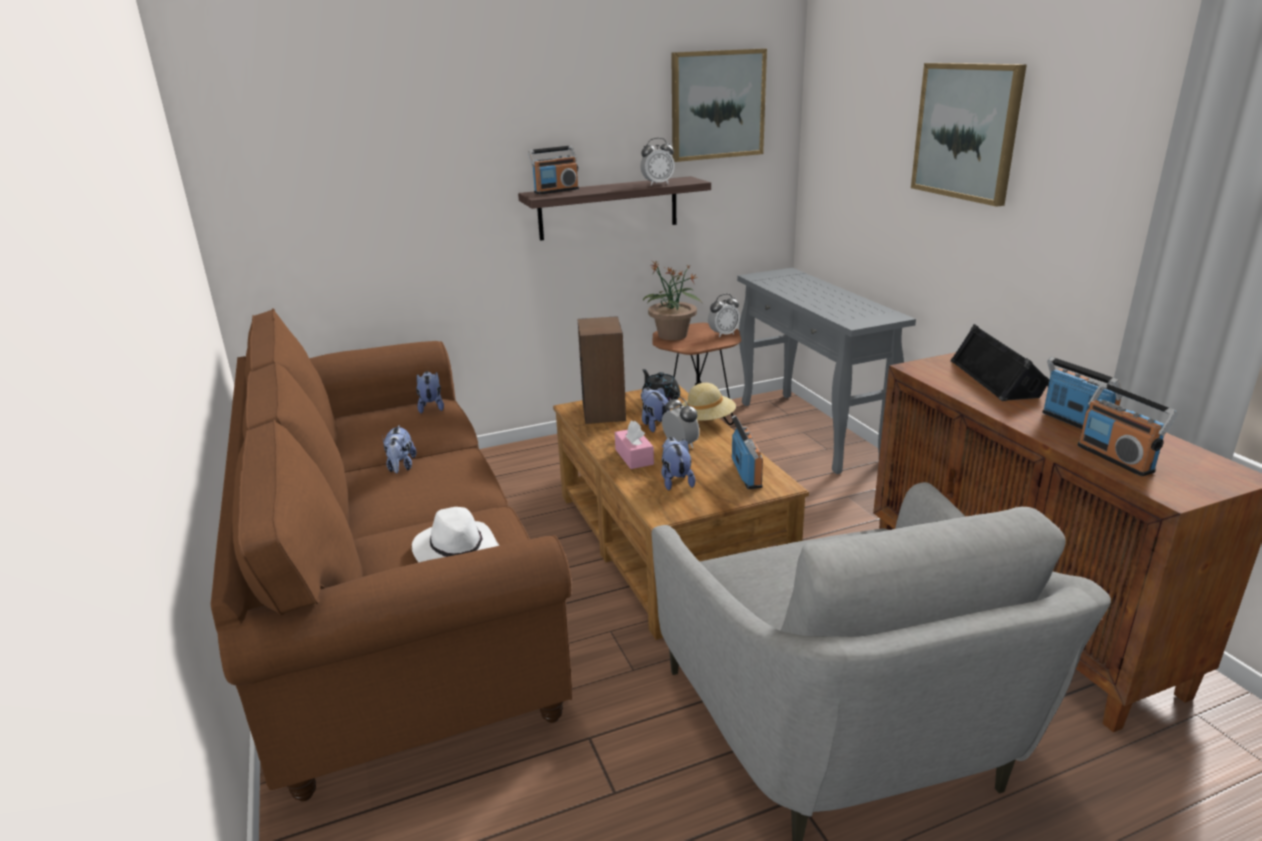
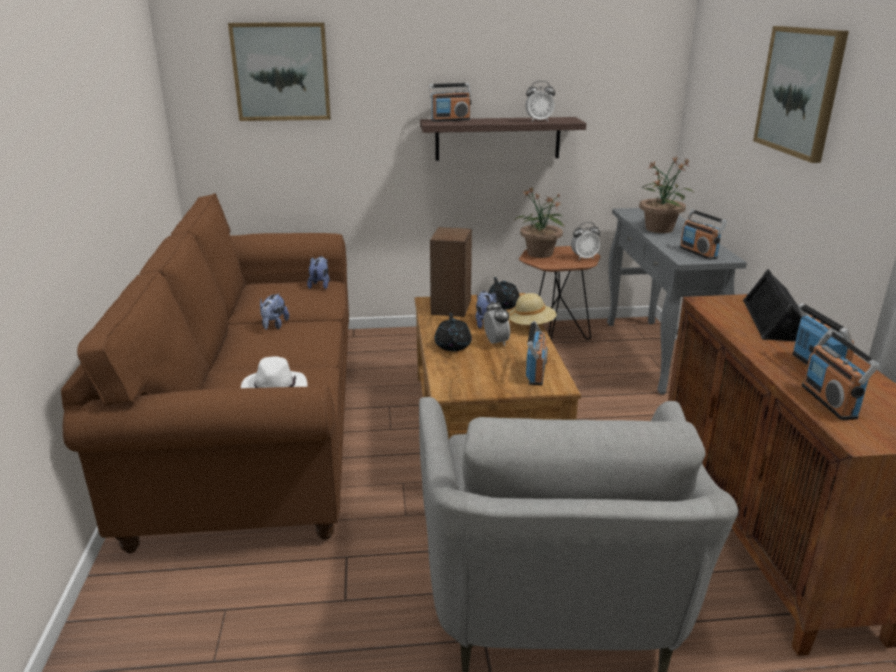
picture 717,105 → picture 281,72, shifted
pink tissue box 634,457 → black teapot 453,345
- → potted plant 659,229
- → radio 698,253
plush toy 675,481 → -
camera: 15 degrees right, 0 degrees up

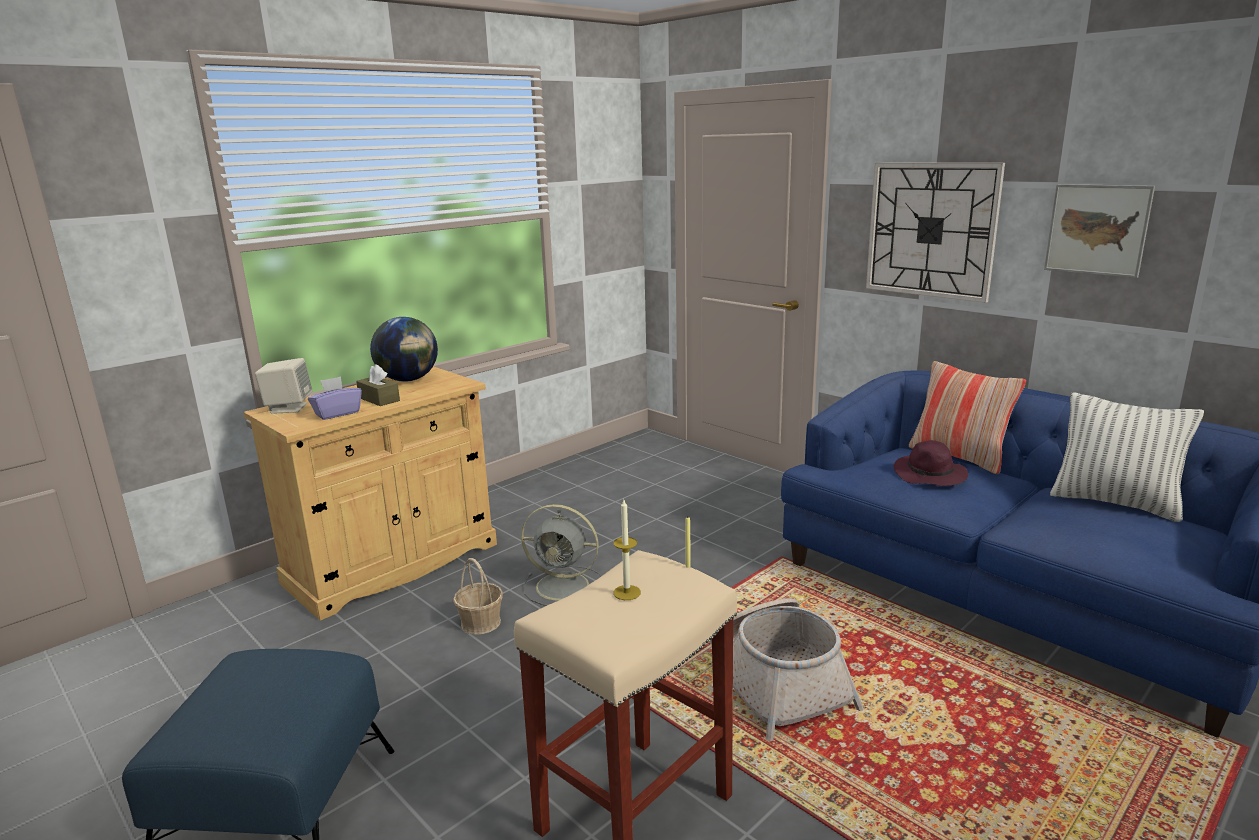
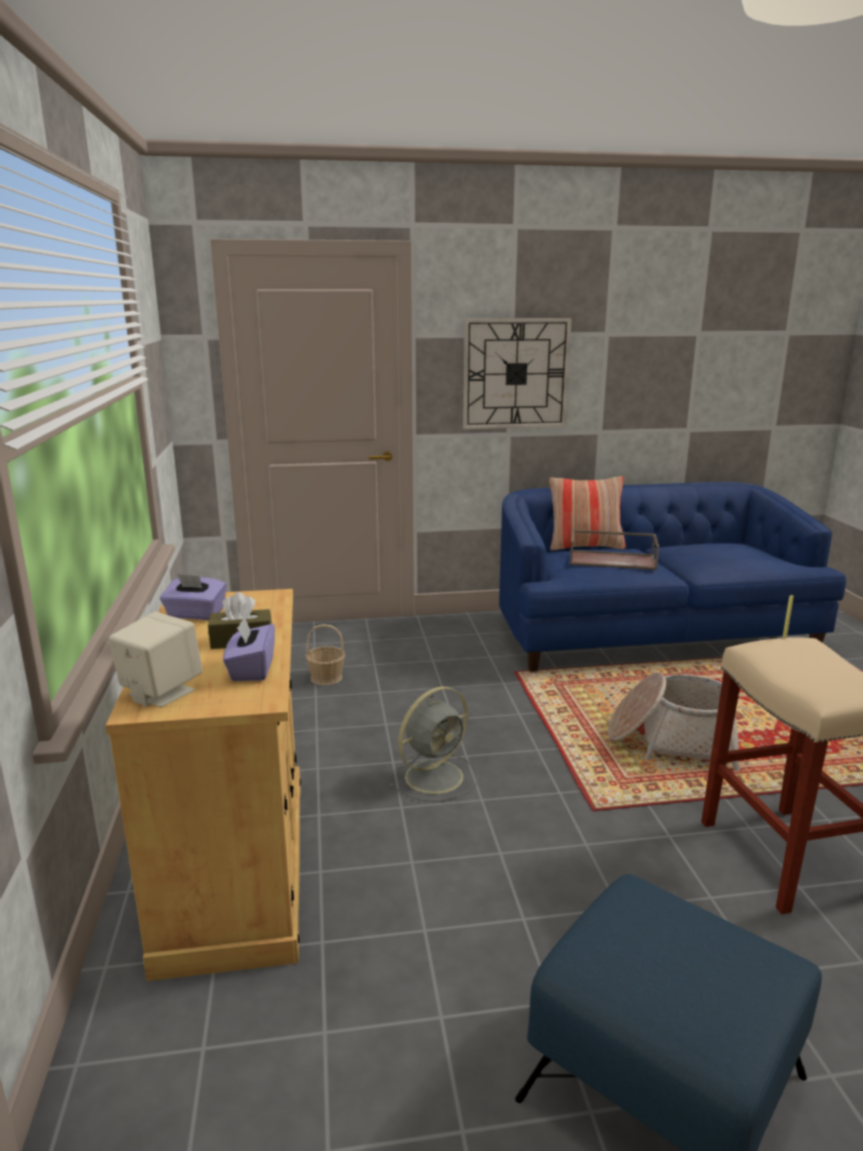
globe 408,380 → purple tissue box 195,614
basket 481,622 → basket 326,677, shifted
purple hat 930,475 → brown tray 613,560
candle 627,592 → -
picture 1097,229 → -
pillow 1114,503 → -
camera: 55 degrees left, 0 degrees up

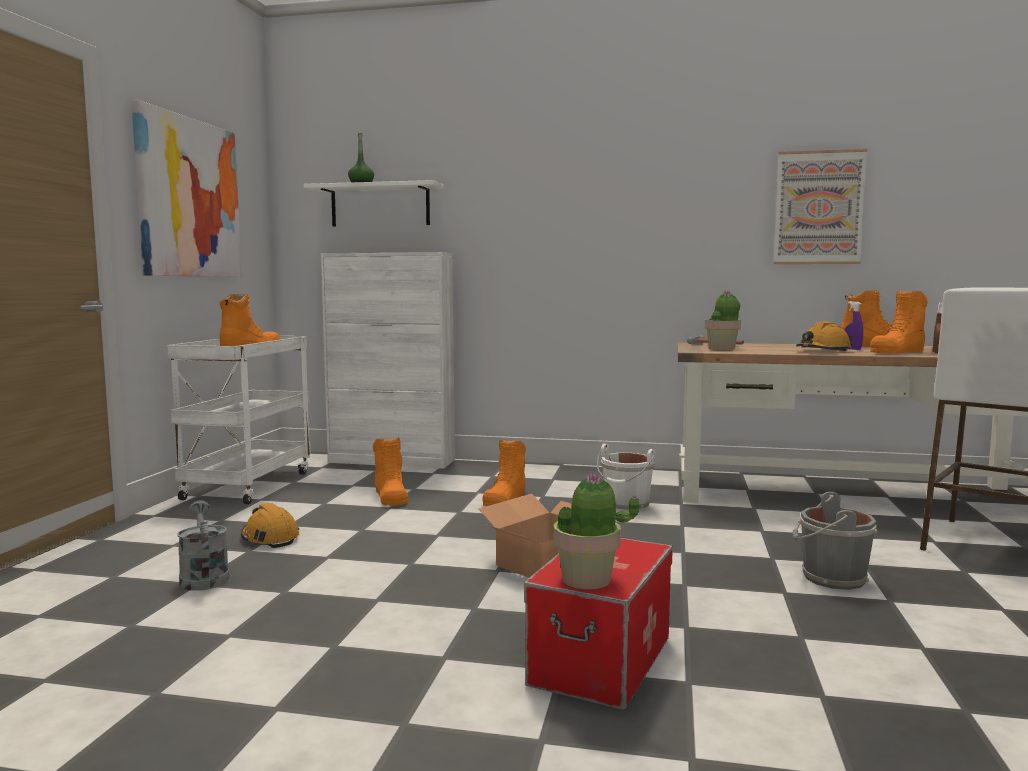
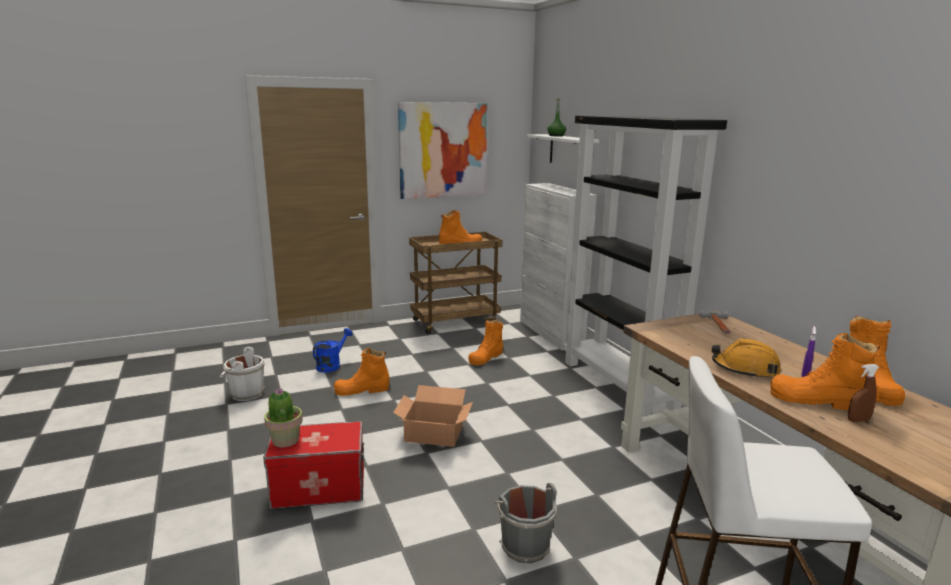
white bucket 626,506 → white bucket 245,394, shifted
grey watering can 203,577 → blue watering can 331,365
orange boot 505,499 → orange boot 362,390, shifted
white cart 248,484 → brown cart 455,321
- → black bookcase 620,385
orange hard hat 270,538 → -
potted plant 722,349 → -
picture 818,208 → -
camera: 55 degrees right, 10 degrees up

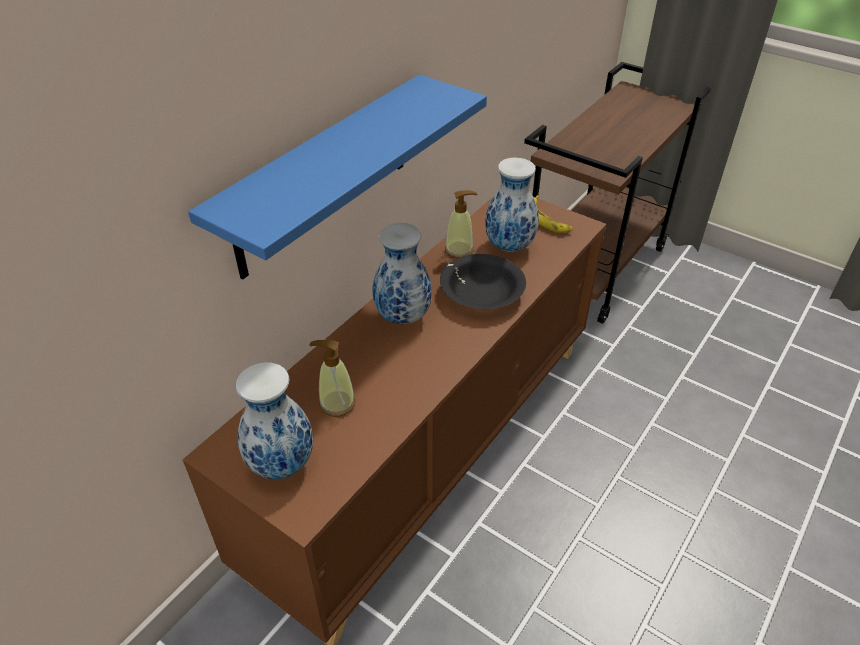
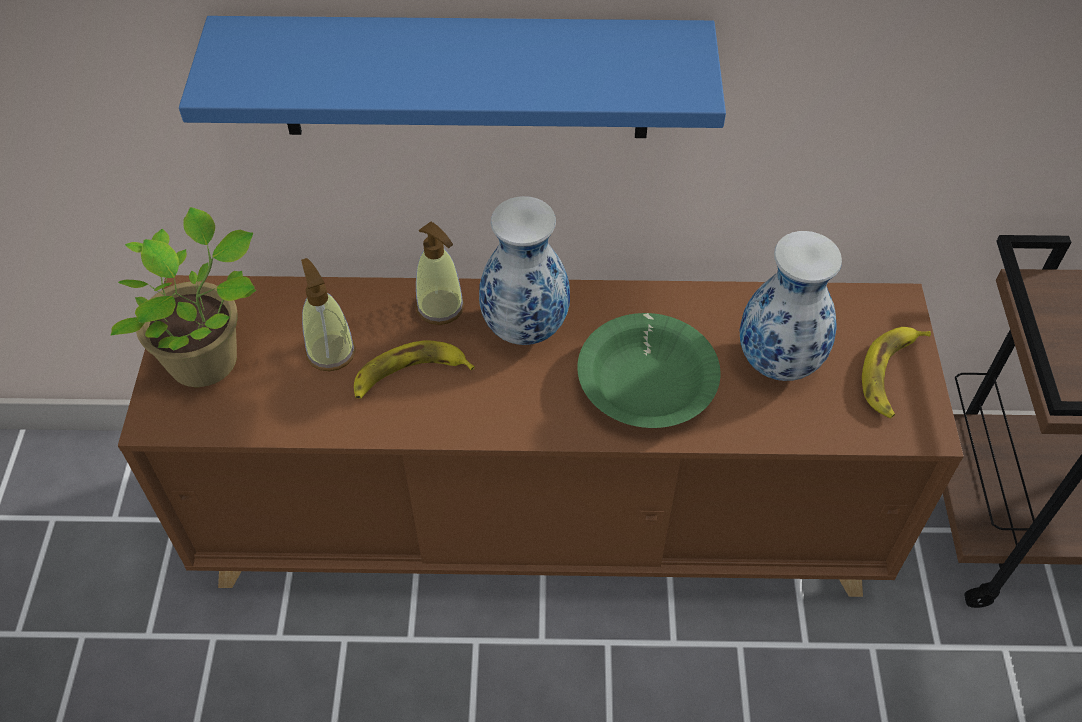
vase 281,465 → potted plant 209,359
- → banana 409,375
soap dispenser 459,250 → soap dispenser 440,307, shifted
black bowl 482,292 → green bowl 647,384
camera: 55 degrees right, 10 degrees up

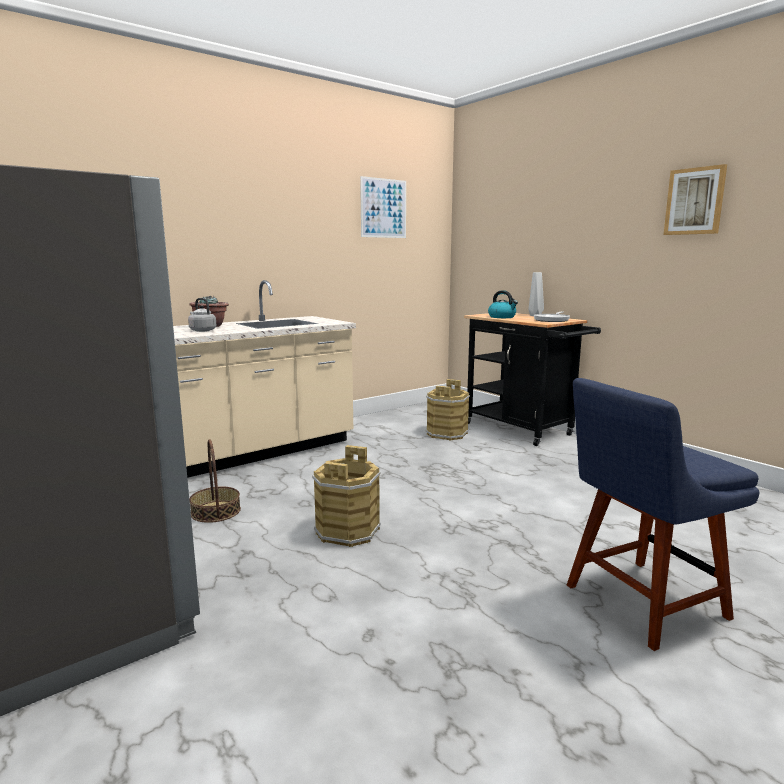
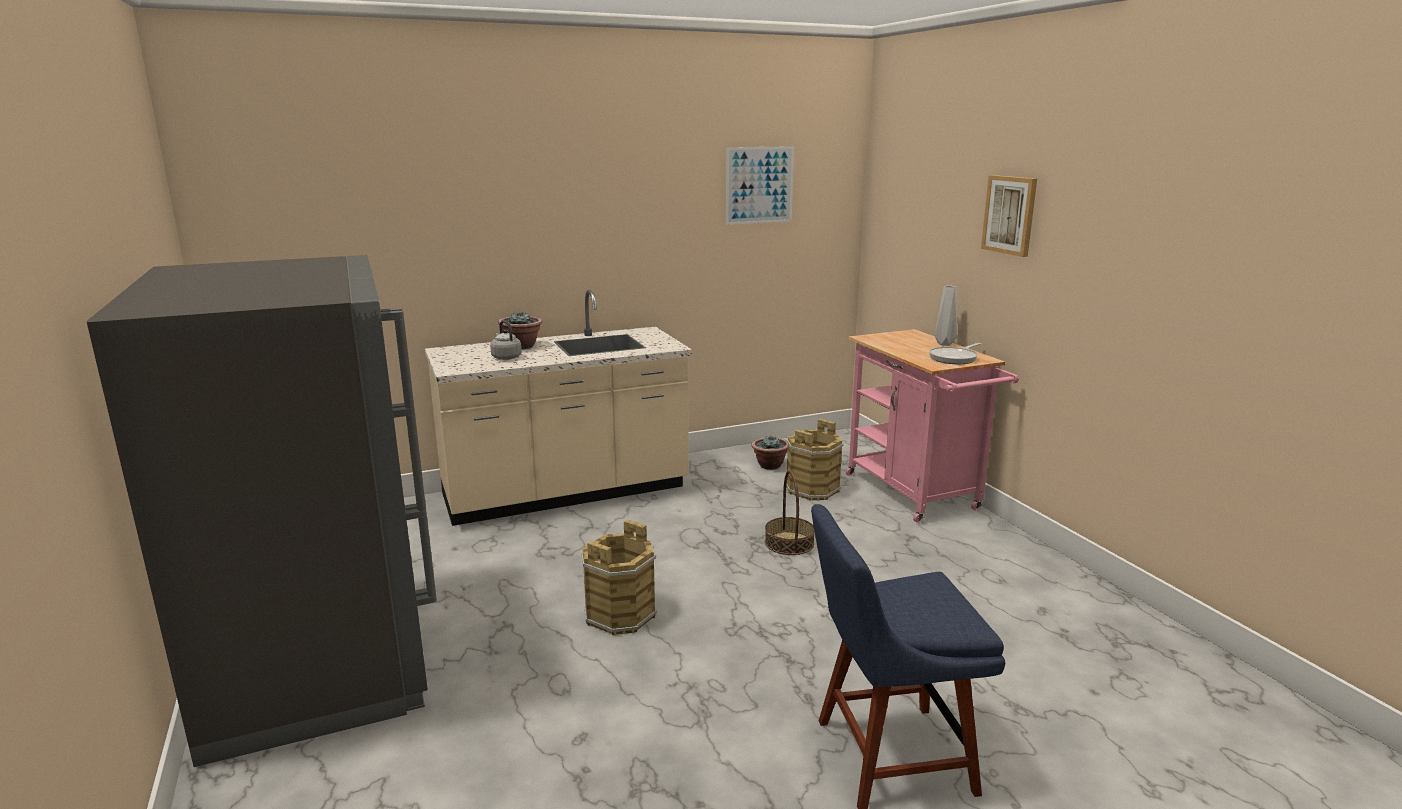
- → potted plant 769,465
basket 215,511 → basket 789,543, shifted
black cart 523,430 → pink cart 917,495
picture 695,201 → picture 1010,215, shifted
kettle 502,317 → -
camera: 15 degrees right, 5 degrees up

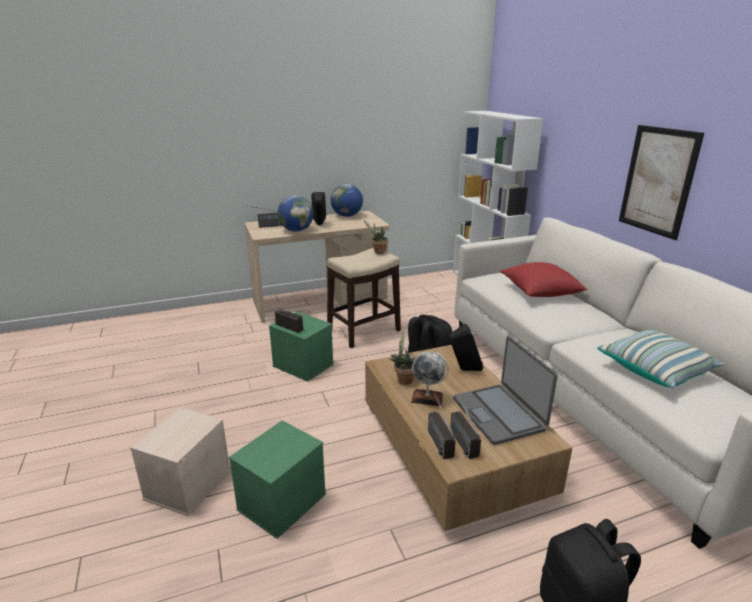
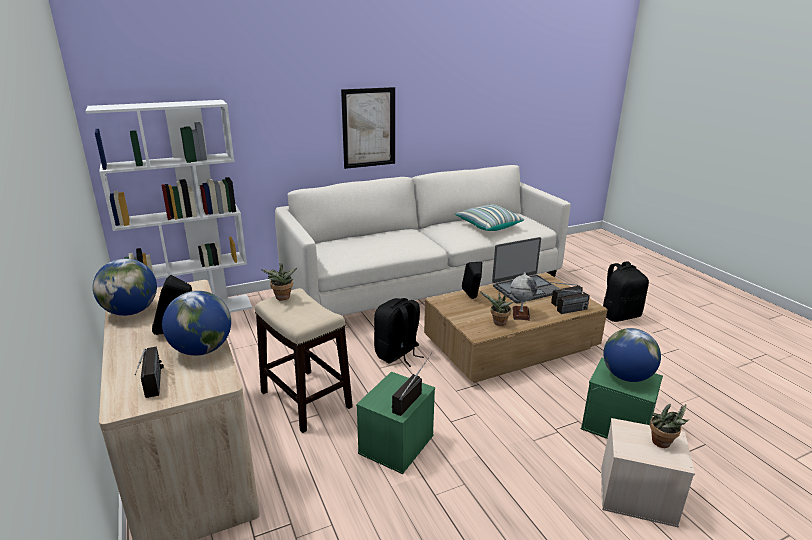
- → globe 627,376
- → potted plant 663,444
red pillow 540,292 → -
camera: 95 degrees left, 0 degrees up

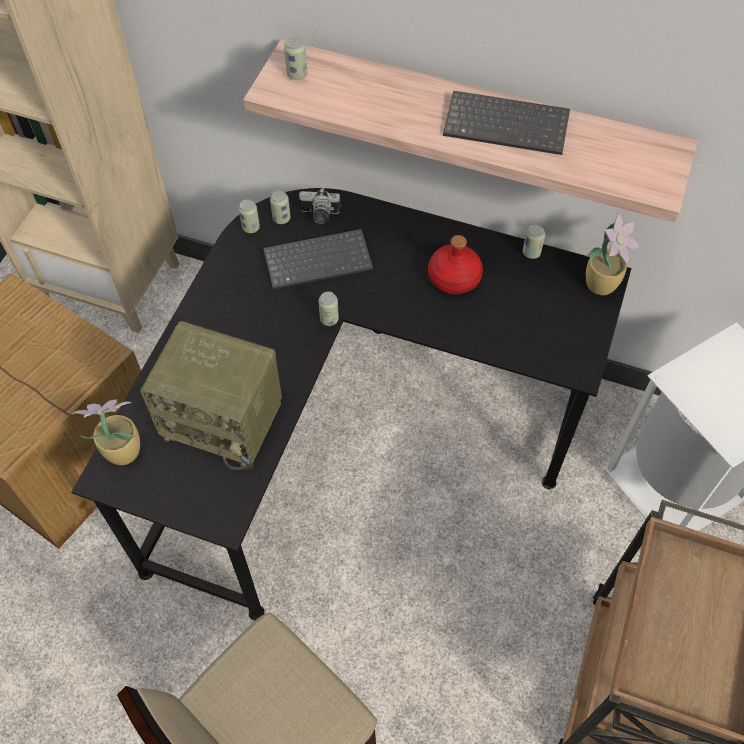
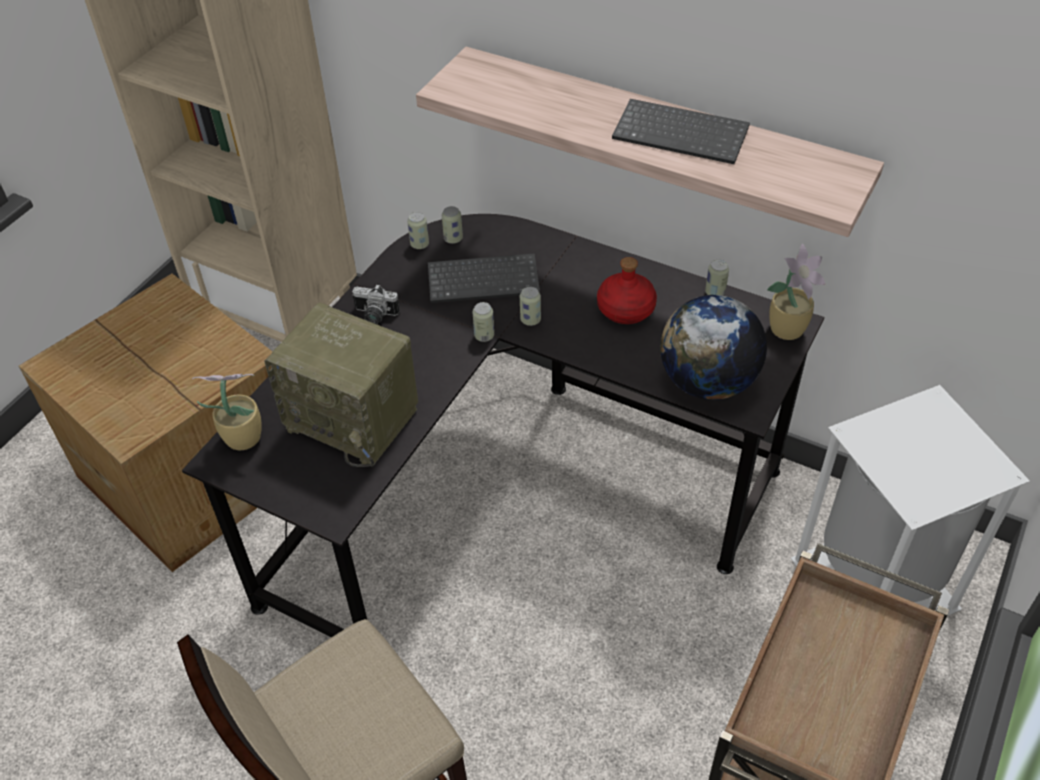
photo camera 319,215 → photo camera 374,316, shifted
can 297,74 → can 530,320, shifted
- → globe 707,382
camera: 10 degrees right, 10 degrees down

